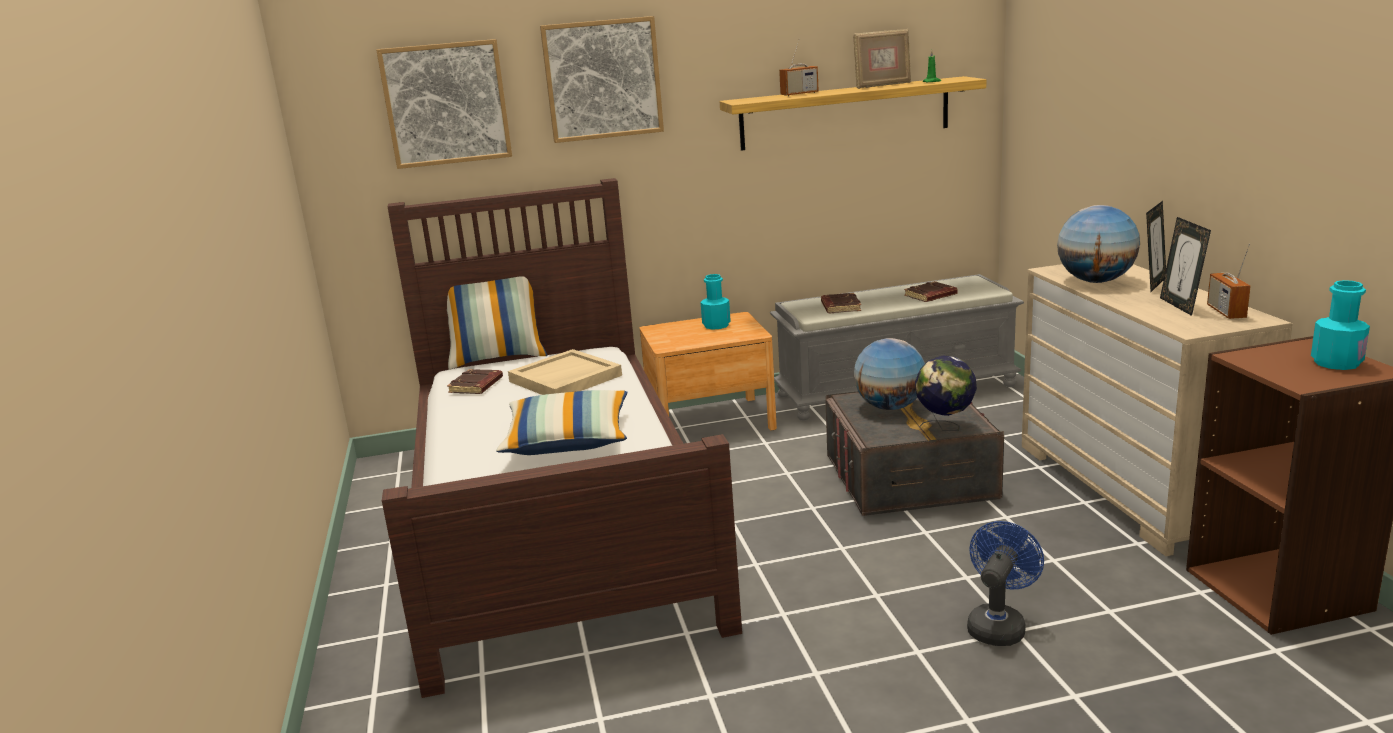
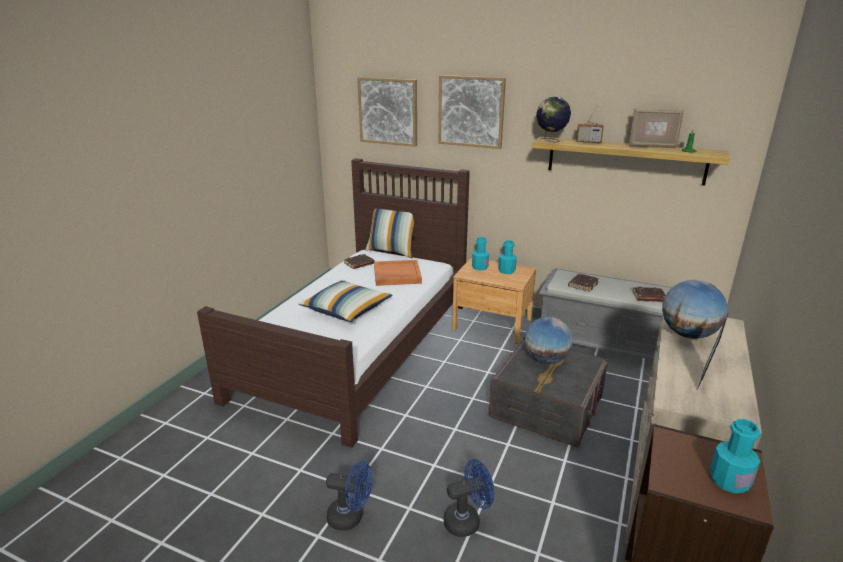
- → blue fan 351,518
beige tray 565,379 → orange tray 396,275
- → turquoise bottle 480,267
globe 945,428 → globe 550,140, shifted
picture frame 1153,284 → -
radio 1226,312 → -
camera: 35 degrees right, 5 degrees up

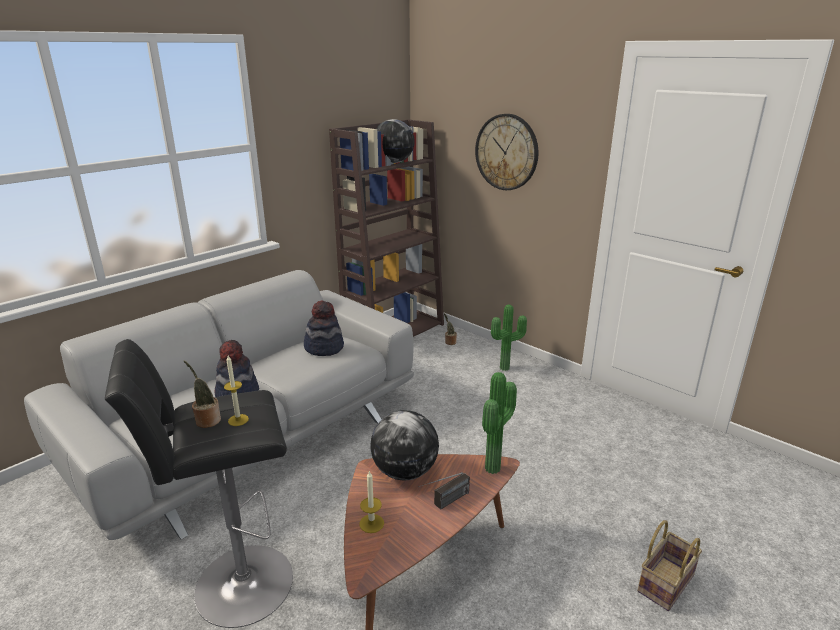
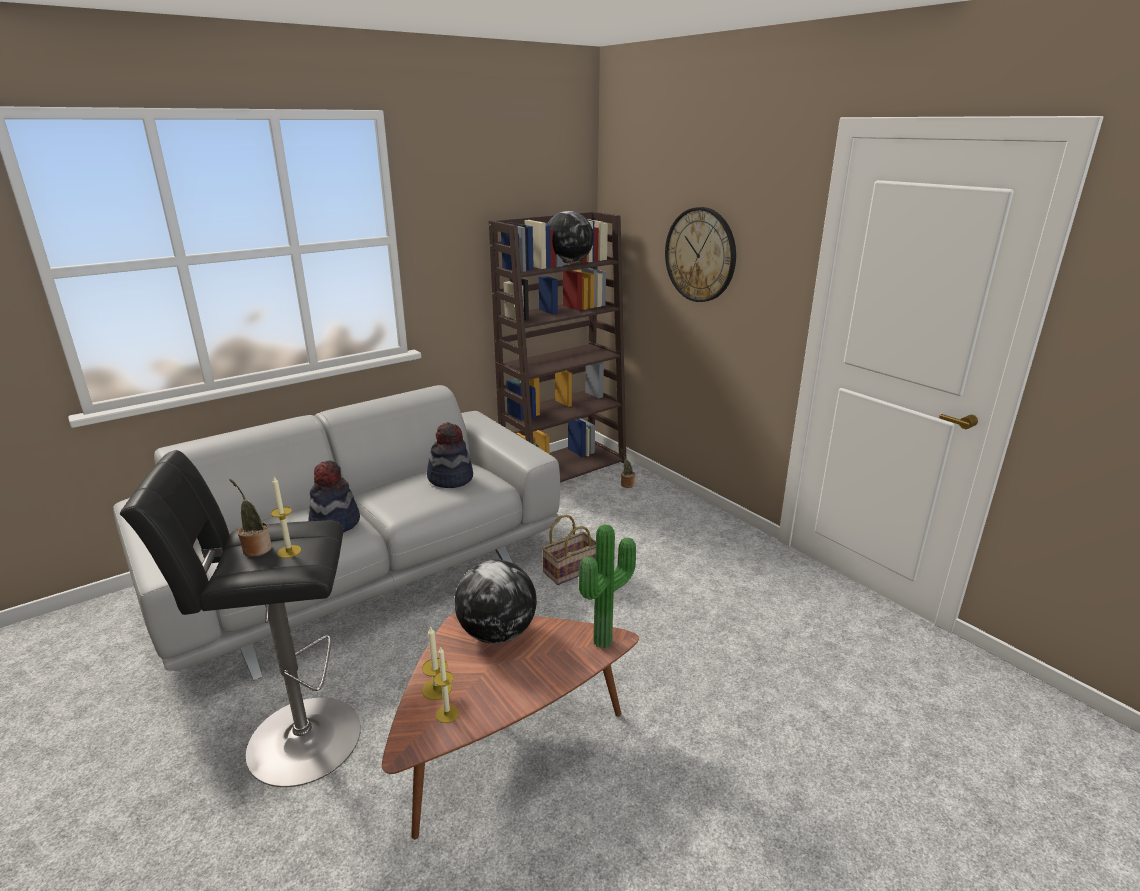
- → candle 447,714
basket 665,581 → basket 571,569, shifted
radio 444,503 → -
potted plant 506,369 → -
camera: 10 degrees right, 0 degrees up

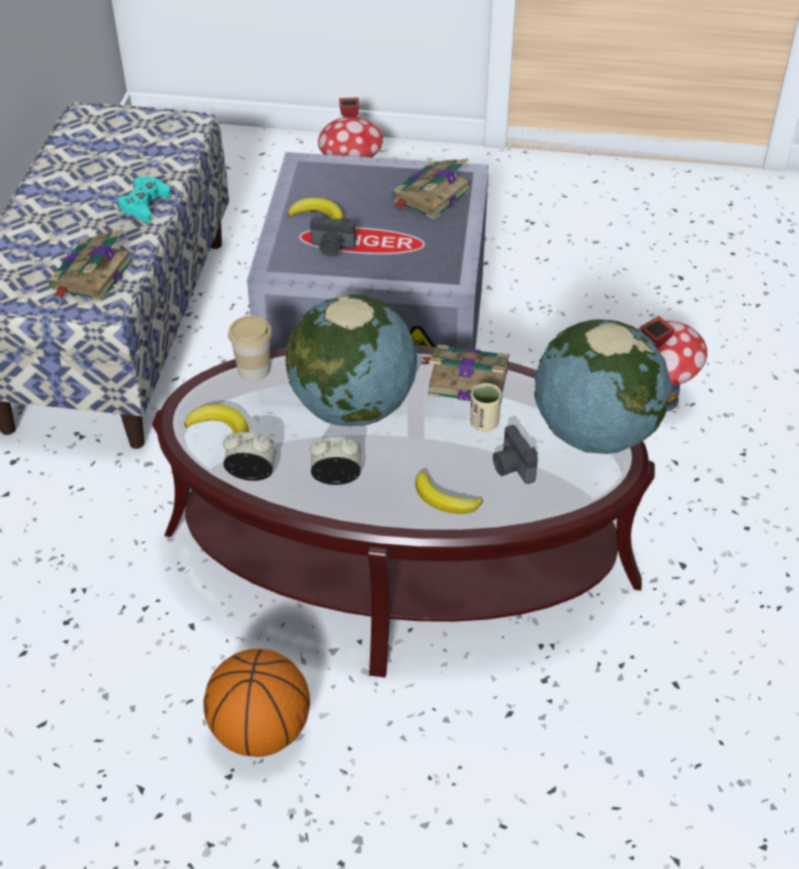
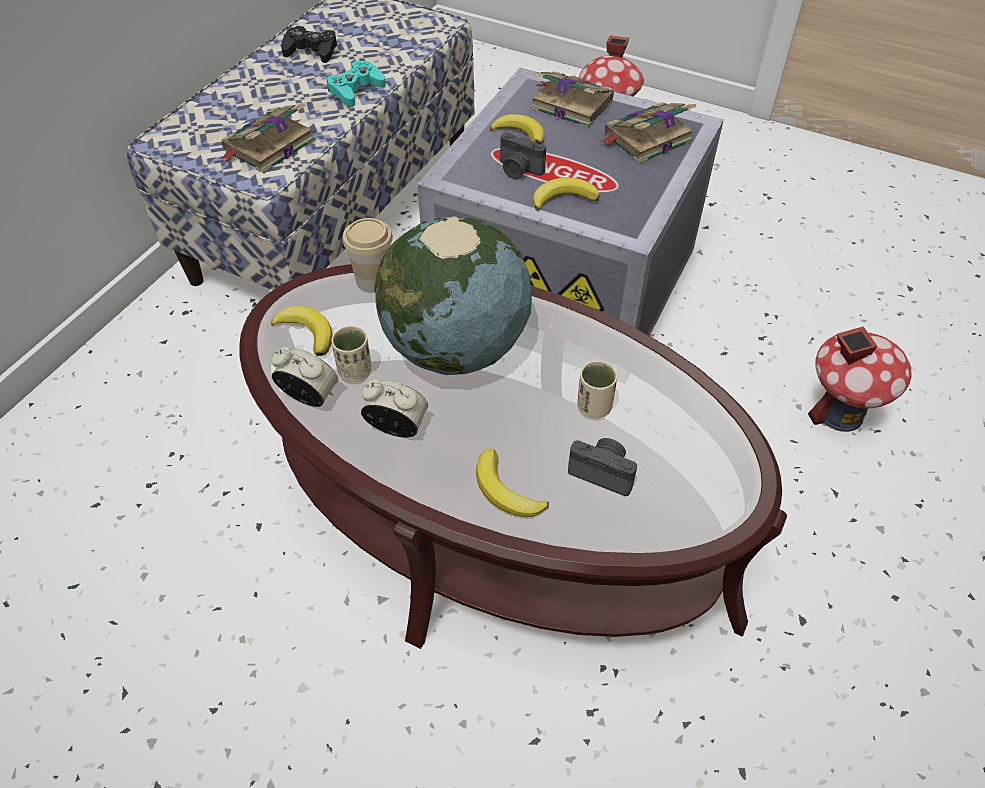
- → black game controller 311,51
- → beige cup 355,372
book 466,379 → book 569,104, shifted
- → banana 563,198
photo camera 512,467 → photo camera 603,472, 120 degrees clockwise
basketball 260,730 → -
globe 594,433 → -
camera: 20 degrees right, 5 degrees up

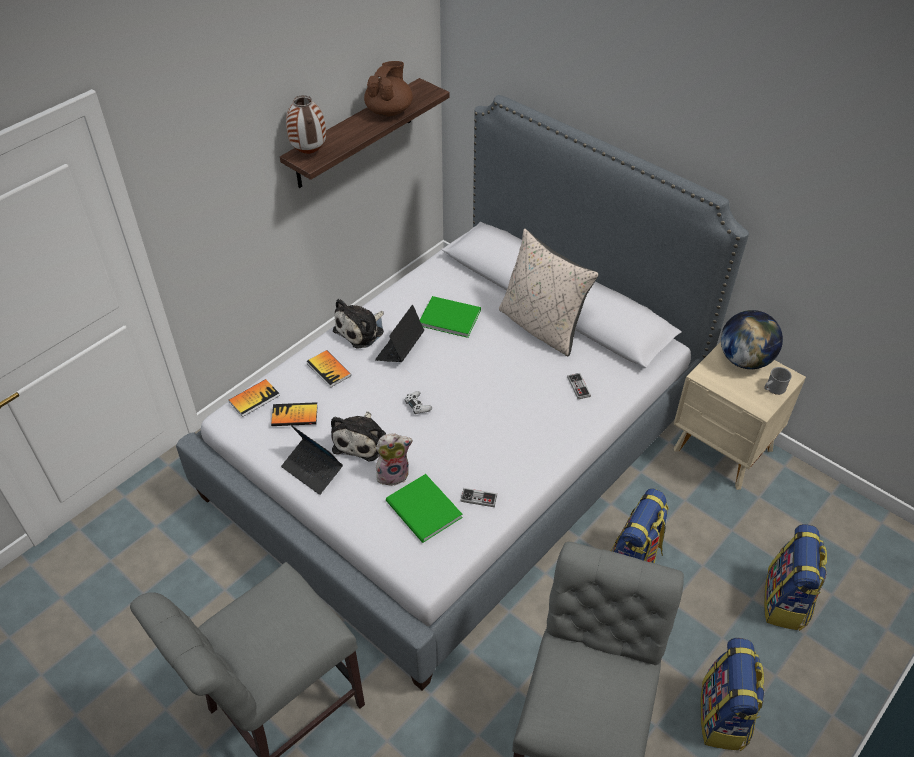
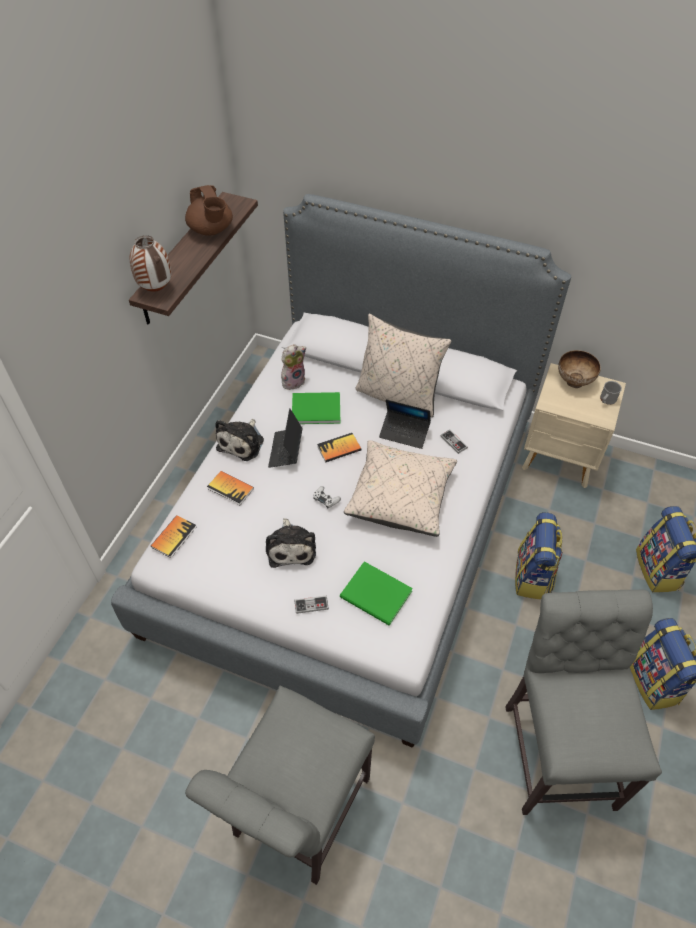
brown teapot 389,111 → brown teapot 211,230, 150 degrees clockwise
plush toy 393,474 → plush toy 293,381, shifted
game controller 478,498 → game controller 311,605, shifted
book 294,415 → book 339,448, shifted
- → beige pillow 400,497
laptop 312,470 → laptop 404,433, shifted
globe 744,360 → bowl 574,381
camera: 20 degrees left, 5 degrees up

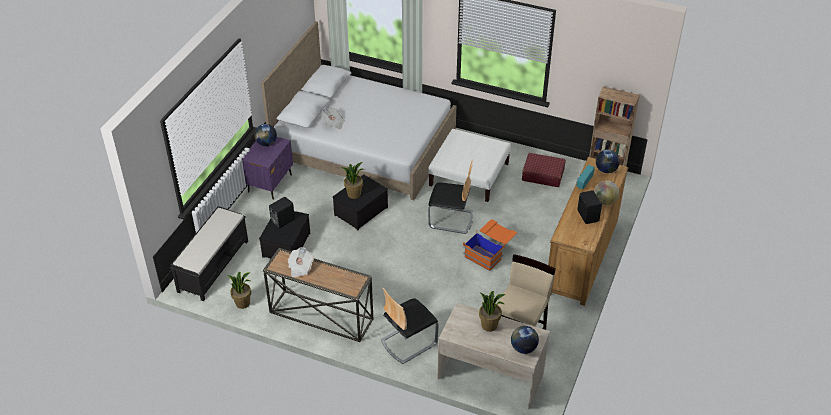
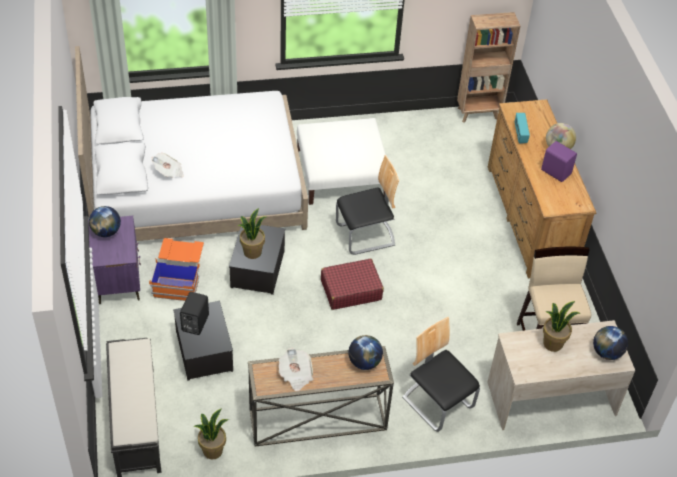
orange storage box 490,252 → orange storage box 179,278, shifted
red suitcase 542,175 → red suitcase 350,290, shifted
globe 606,170 → globe 364,362, shifted
chair 408,342 → chair 438,402, 120 degrees clockwise
black speaker 588,215 → purple speaker 556,171
camera: 35 degrees left, 5 degrees up

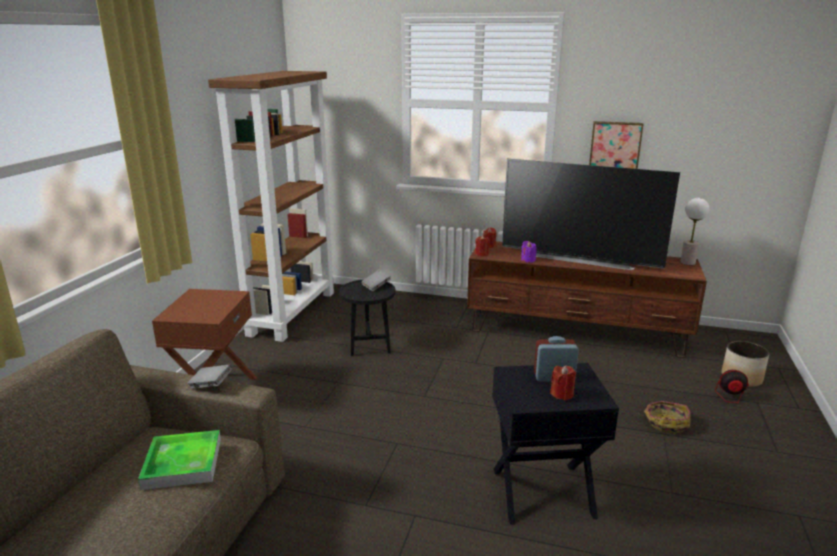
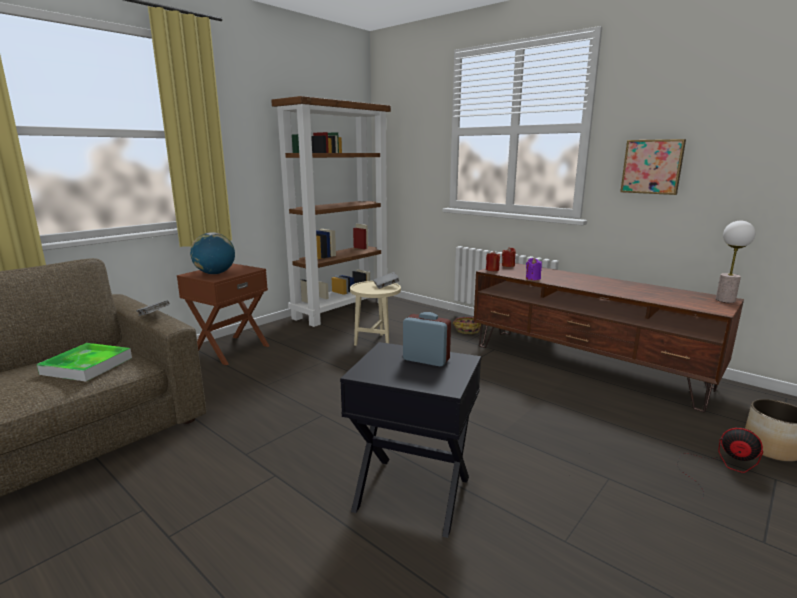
- → globe 215,273
black side table 369,346 → beige side table 376,341
basket 665,423 → basket 467,329, shifted
television 580,258 → -
red candle 562,394 → -
camera: 25 degrees right, 5 degrees down

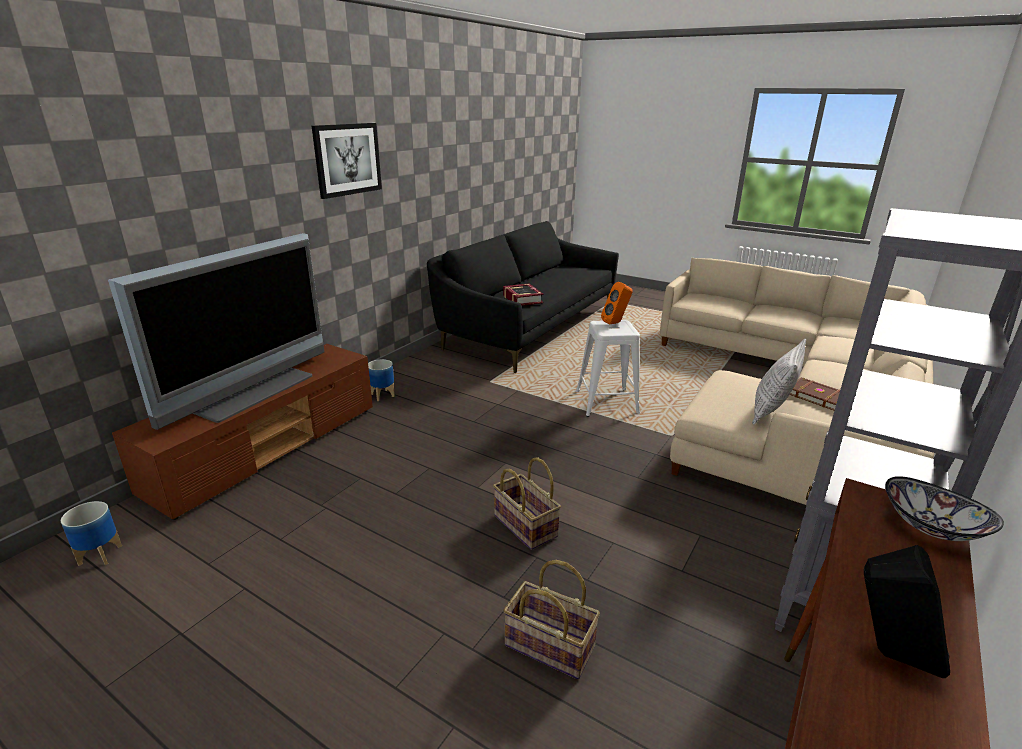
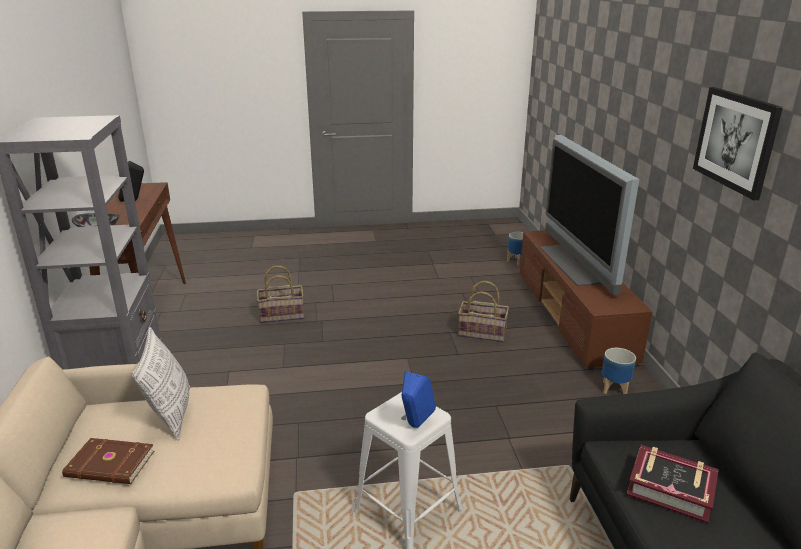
orange speaker 616,323 → blue speaker 415,426
basket 524,526 → basket 482,333, shifted
camera: 140 degrees right, 0 degrees up

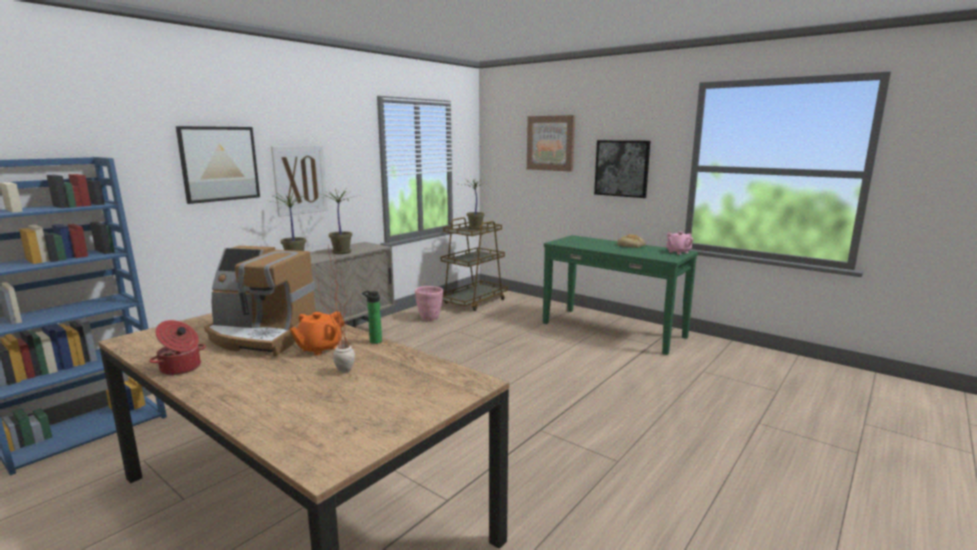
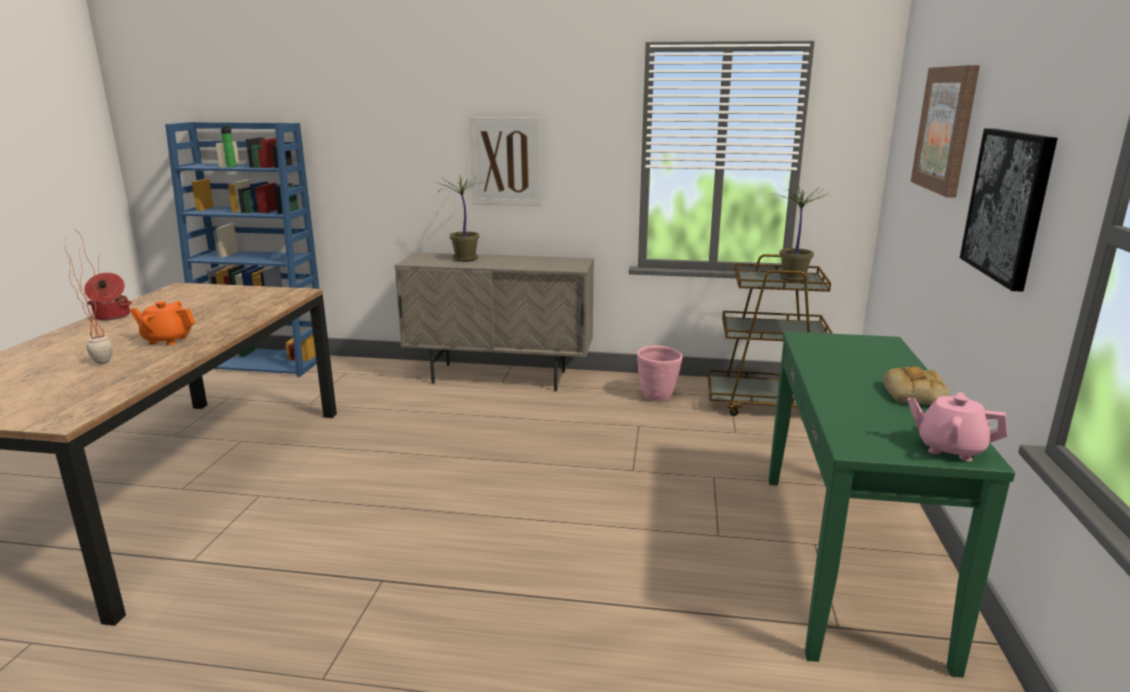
bottle 374,341 → bottle 232,166, shifted
picture 219,164 → -
coffee machine 262,336 → -
potted plant 342,252 → -
camera: 60 degrees right, 5 degrees up

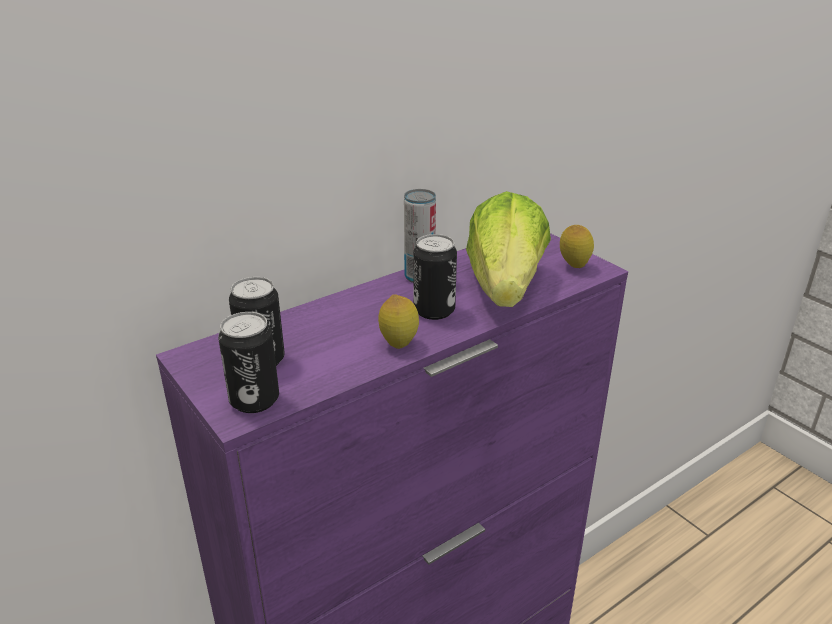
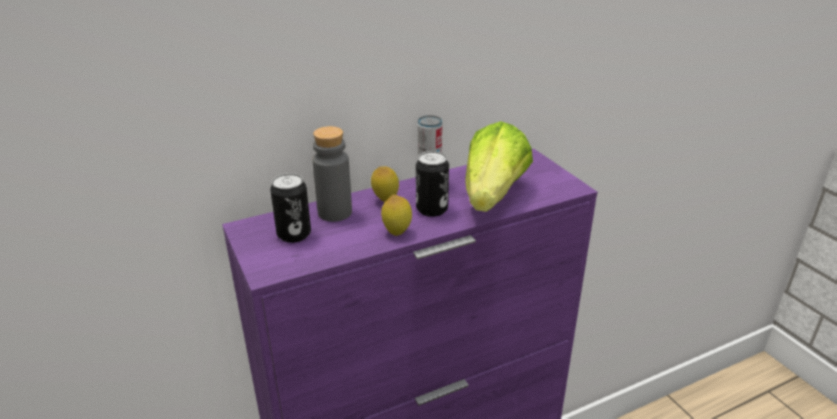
- → grey bottle 335,212
lemon 573,266 → lemon 385,200, shifted
can 254,400 → -
camera: 10 degrees right, 0 degrees up

